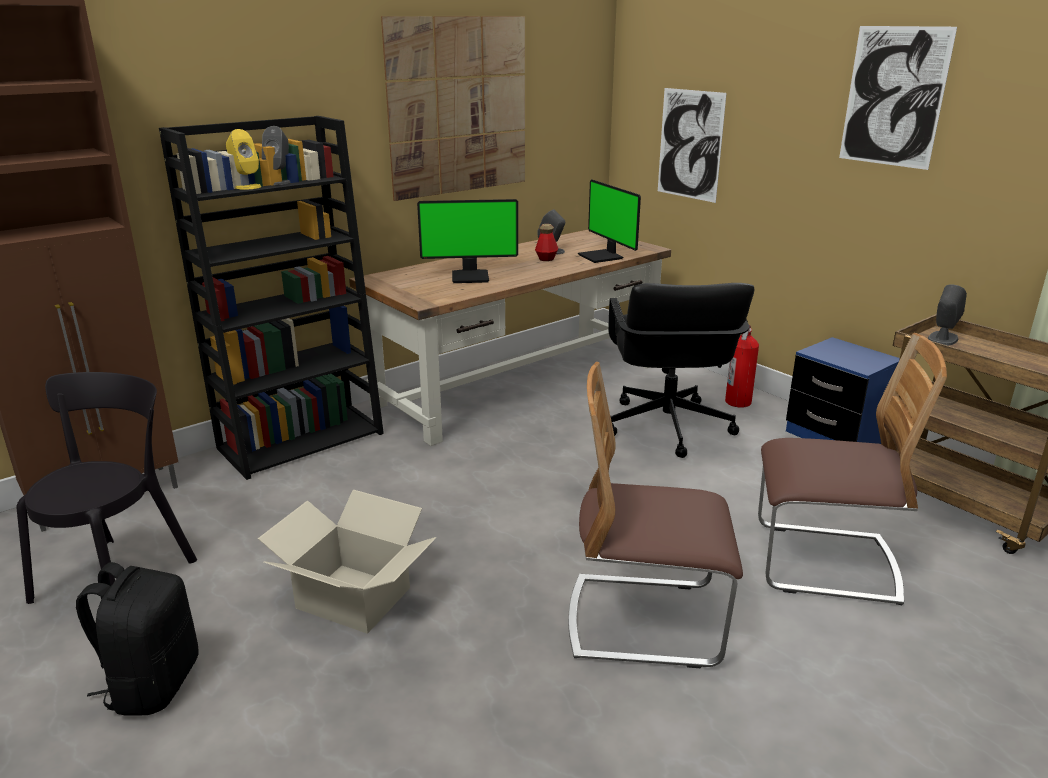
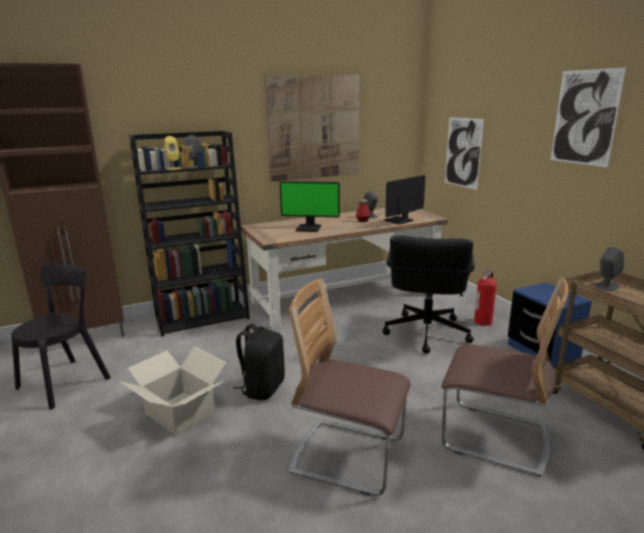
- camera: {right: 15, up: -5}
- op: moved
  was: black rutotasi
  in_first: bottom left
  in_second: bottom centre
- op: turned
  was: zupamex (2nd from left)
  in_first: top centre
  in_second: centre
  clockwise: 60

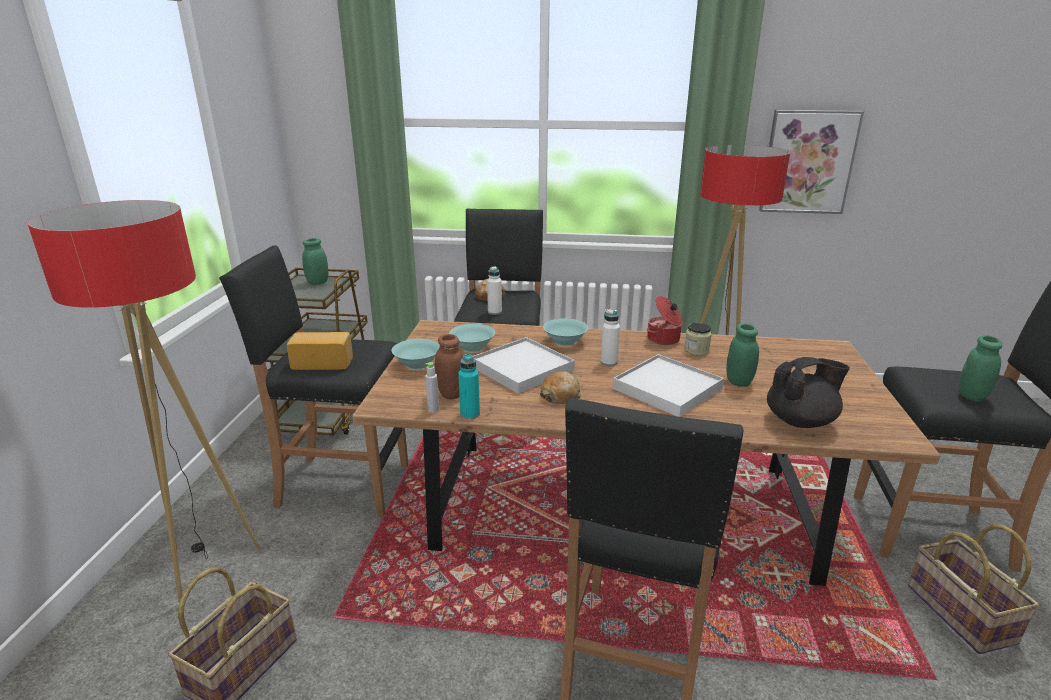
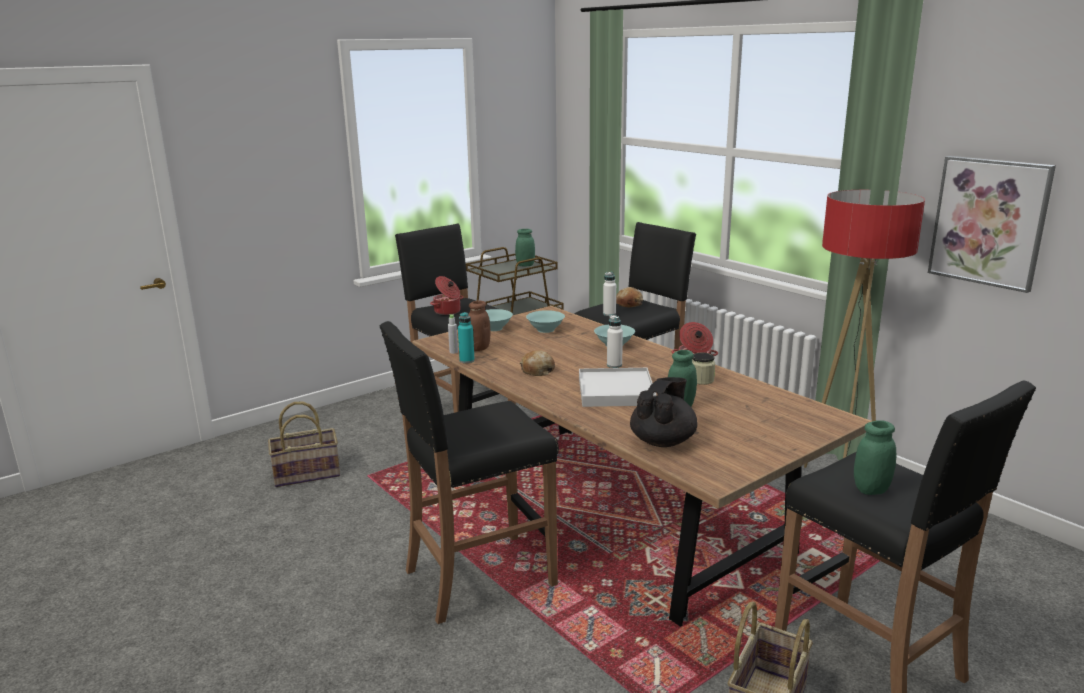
- camera: {right: 45, up: -5}
- op: removed
  was: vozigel (1st from left)
  in_first: middle left
- op: removed
  was: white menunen (1st from left)
  in_first: centre
- op: replaced
  was: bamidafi (1st from left)
  now: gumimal (1st from left)
  in_first: middle left
  in_second: centre
- op: turned
  was: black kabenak
  in_first: middle right
  in_second: centre
  clockwise: -90

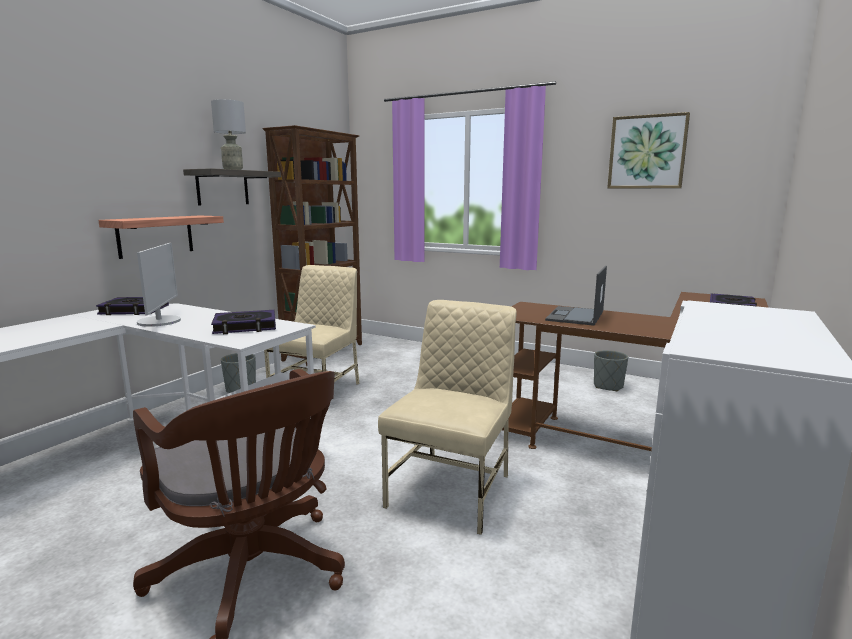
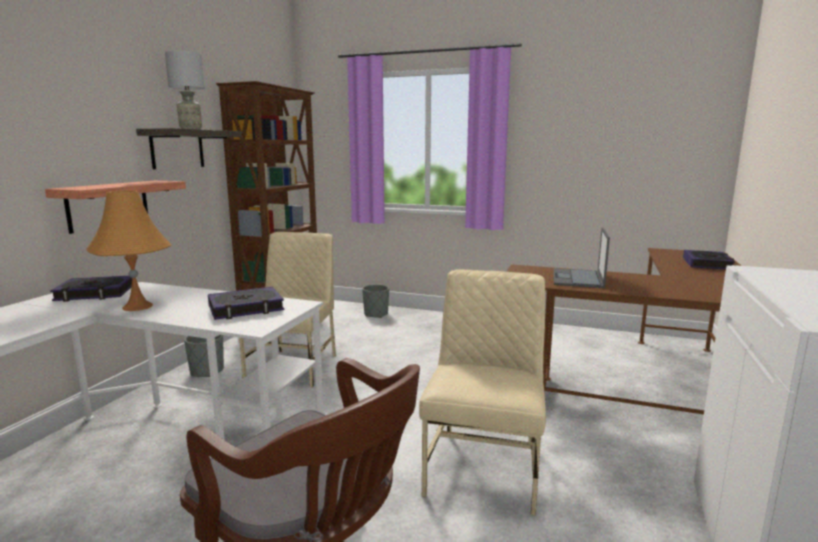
- camera: {right: -10, up: 0}
- op: removed
  was: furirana
  in_first: top right
- op: moved
  was: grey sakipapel (2nd from left)
  in_first: middle right
  in_second: centre
- op: replaced
  was: zupamex
  now: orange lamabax
  in_first: middle left
  in_second: middle left

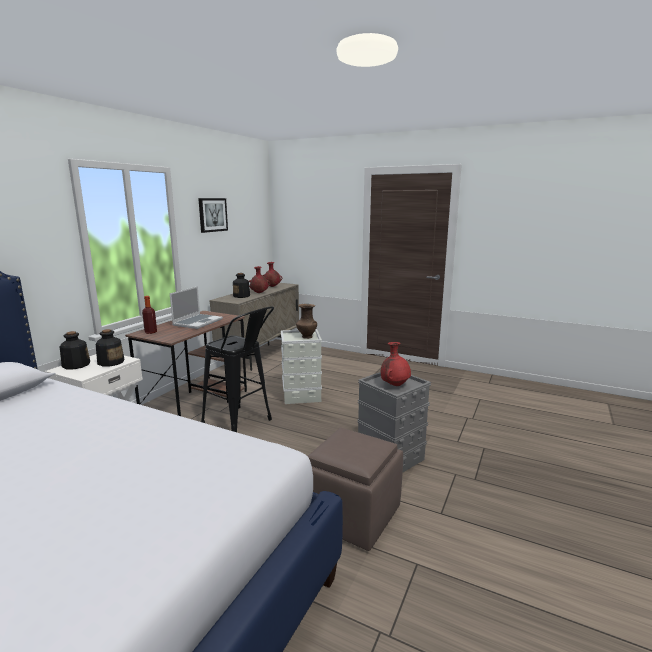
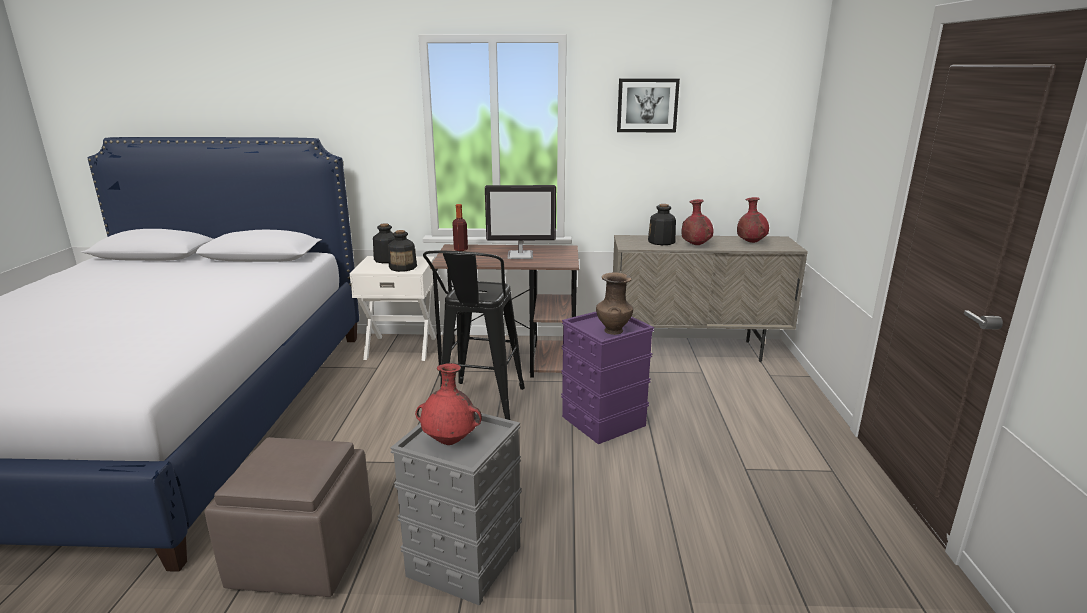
- camera: {right: 65, up: 5}
- op: replaced
  was: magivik
  now: zupamex
  in_first: middle left
  in_second: centre
- op: recoloured
  was: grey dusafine (1st from left)
  now: purple dusafine
  in_first: centre
  in_second: centre

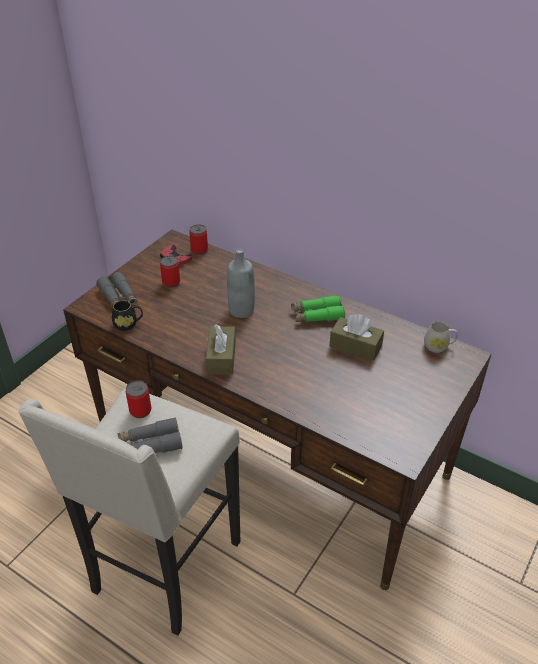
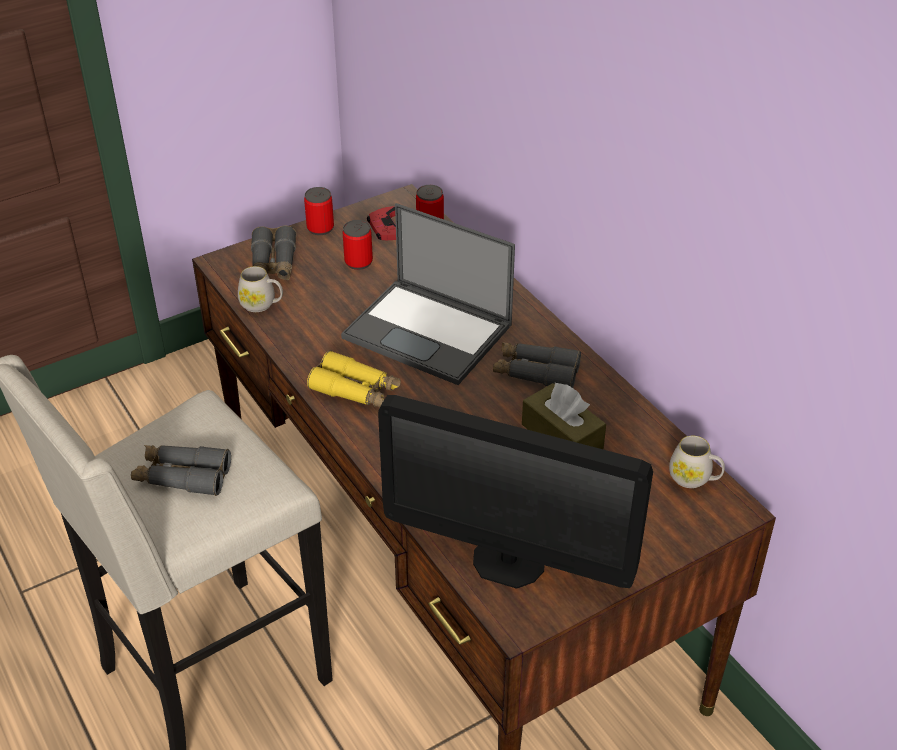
- camera: {right: 25, up: 0}
- op: added
  now: zupamex
  in_second: centre
- op: moved
  was: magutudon (1st from left)
  in_first: middle left
  in_second: top centre
- op: replaced
  was: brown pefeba (1st from left)
  now: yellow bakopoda
  in_first: centre
  in_second: centre
- op: replaced
  was: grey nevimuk
  now: magivik
  in_first: centre
  in_second: centre
- op: recoloured
  was: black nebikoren
  now: white nebikoren (1st from left)
  in_first: middle left
  in_second: middle left
- op: recoloured
  was: green bakopoda
  now: grey bakopoda (3rd from left)
  in_first: centre
  in_second: centre

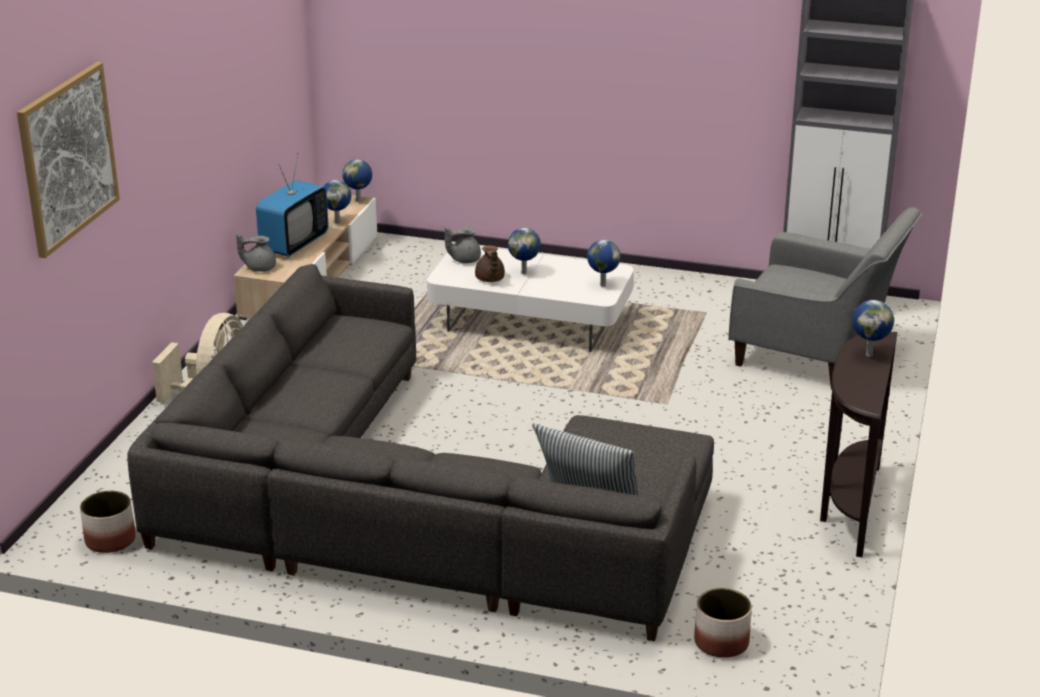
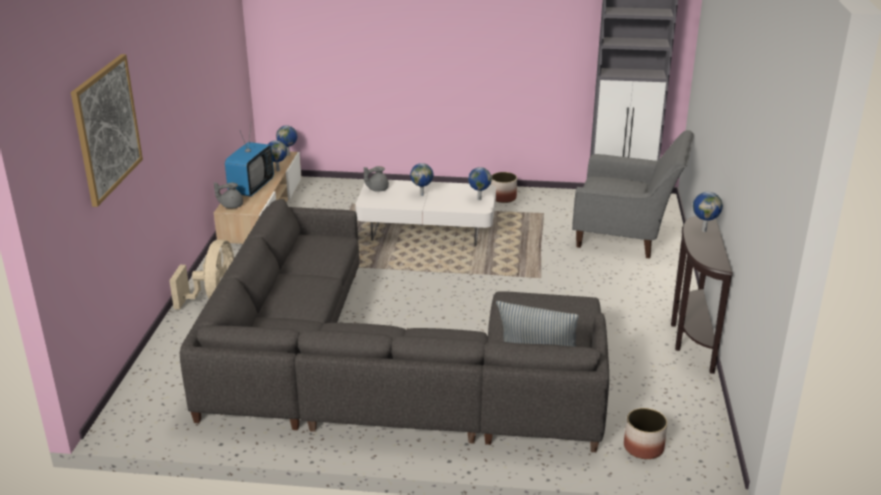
- camera: {right: -10, up: 0}
- op: removed
  was: brown kabenak
  in_first: centre
- op: moved
  was: sakipapel (1st from left)
  in_first: bottom left
  in_second: centre

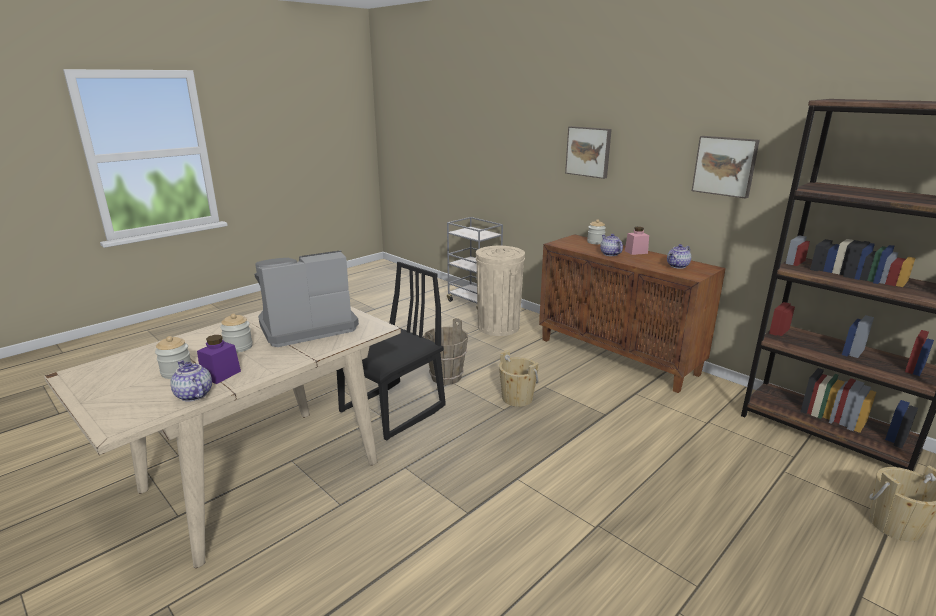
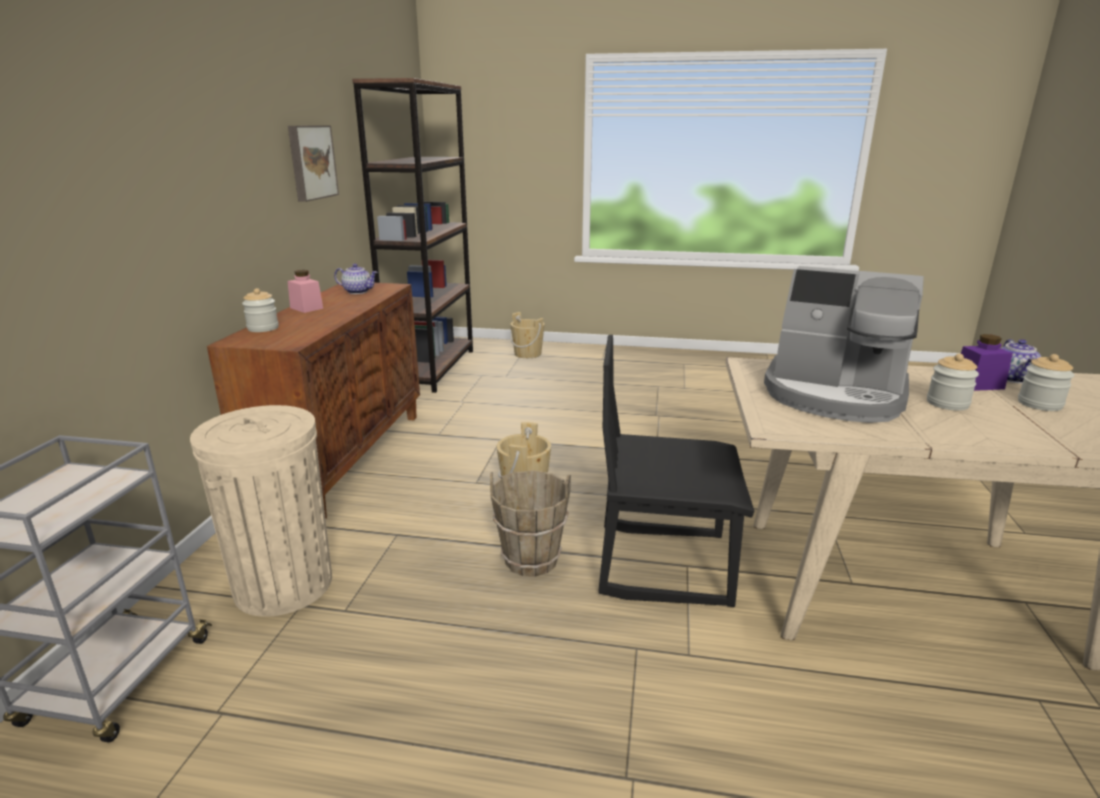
- camera: {right: -125, up: 0}
- op: removed
  was: furirana (1st from left)
  in_first: top centre
- op: removed
  was: kabenak (2nd from left)
  in_first: centre

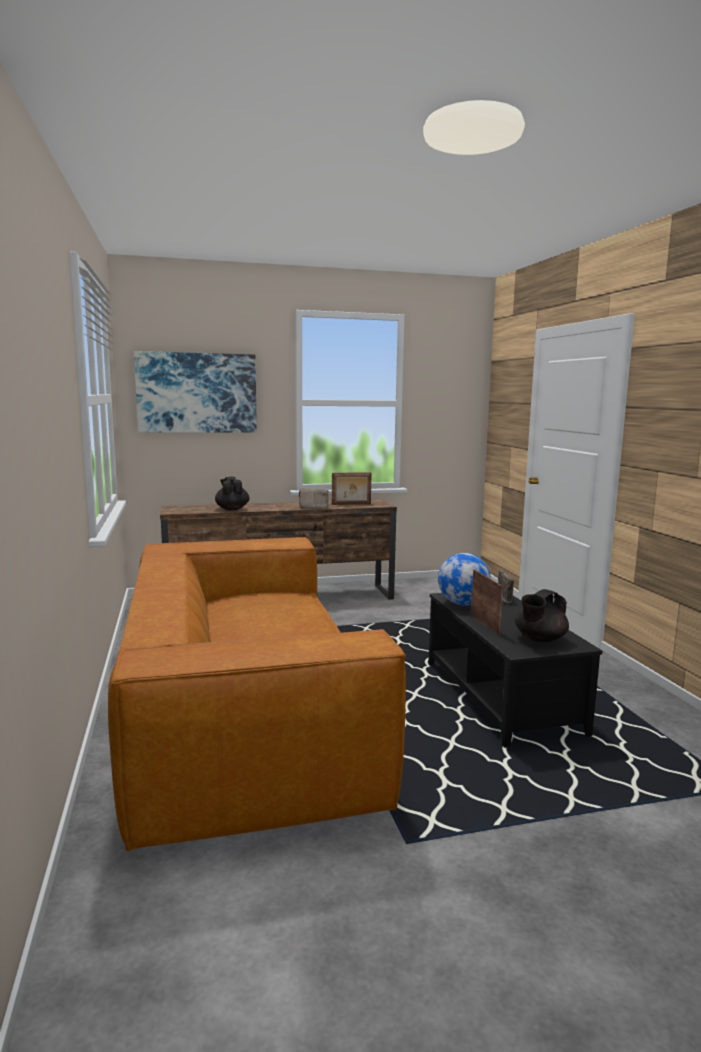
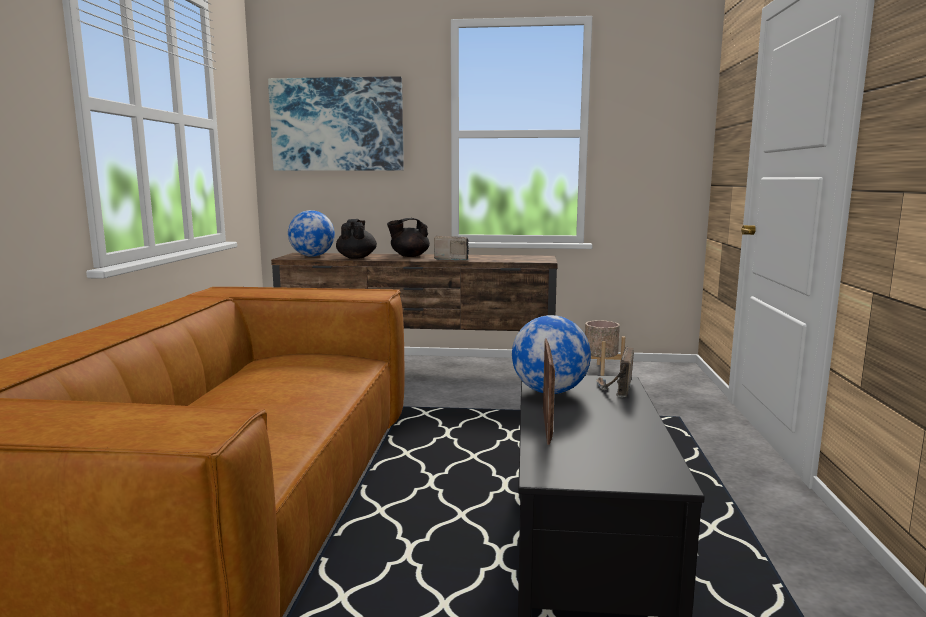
- camera: {right: 20, up: 0}
- op: removed
  was: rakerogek (1st from left)
  in_first: centre
- op: added
  now: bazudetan (1st from left)
  in_second: centre
- op: added
  now: beige sakipapel
  in_second: centre
- op: moved
  was: black kabenak (2nd from left)
  in_first: middle right
  in_second: centre

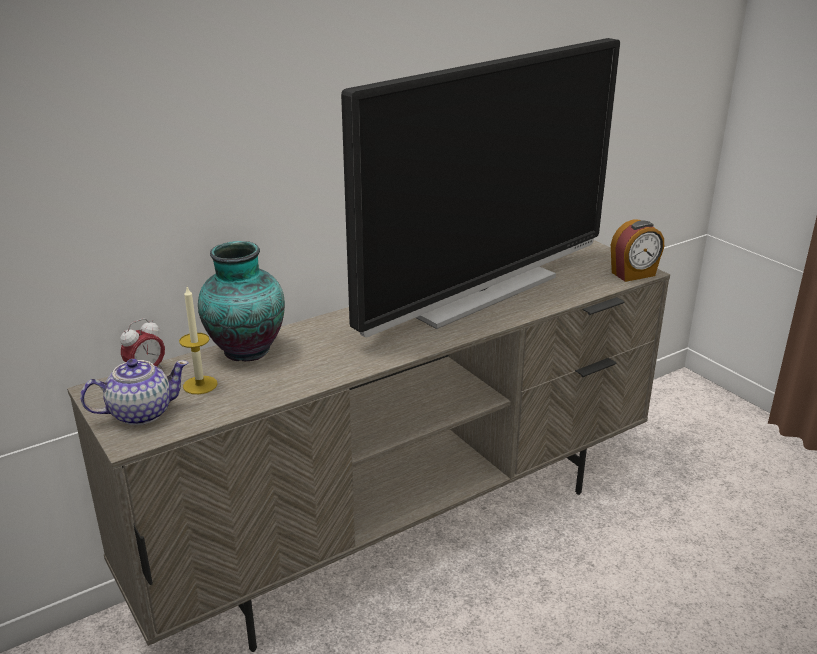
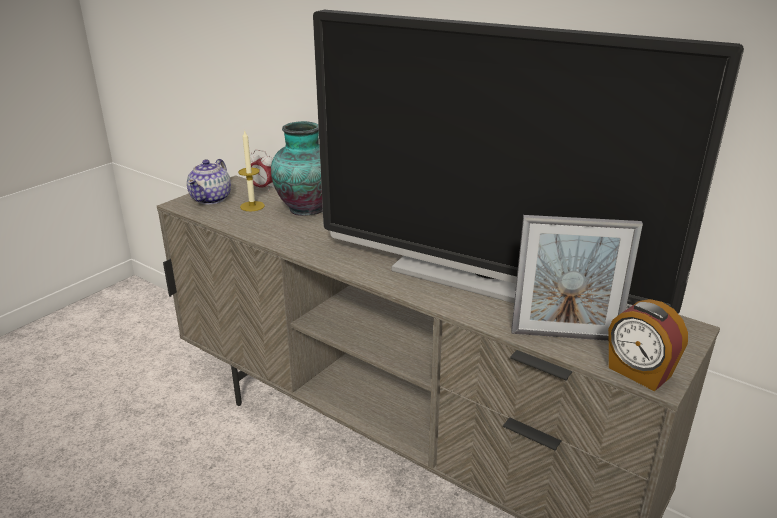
- camera: {right: 70, up: 0}
- op: added
  now: rakerogek
  in_second: middle right
- op: turned
  was: kabenak
  in_first: middle left
  in_second: middle left
  clockwise: 60

